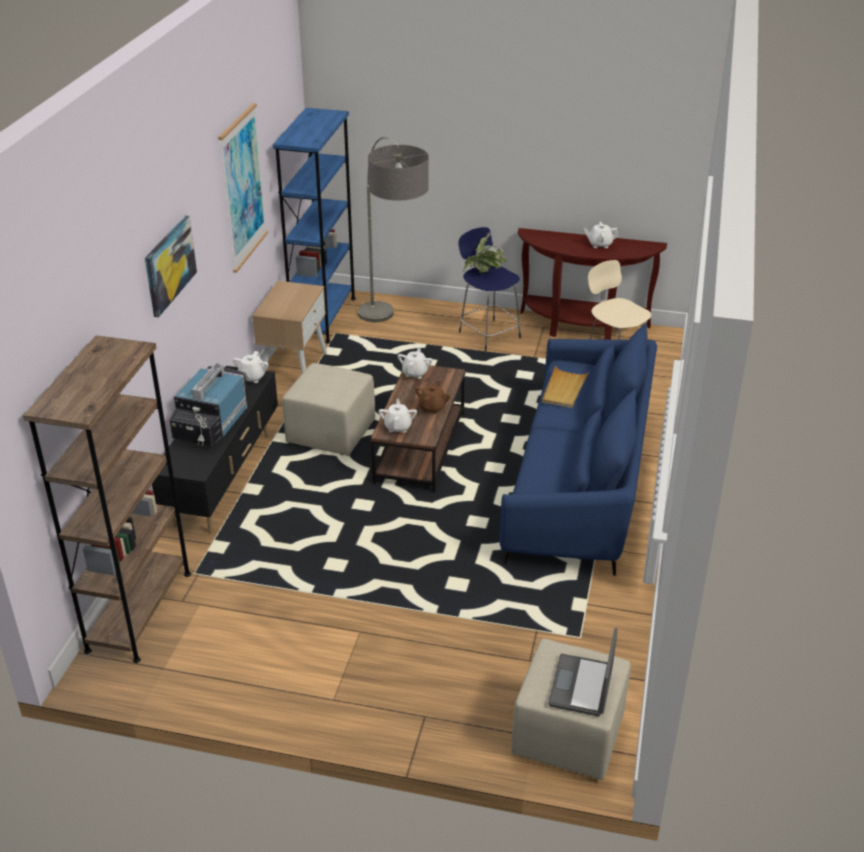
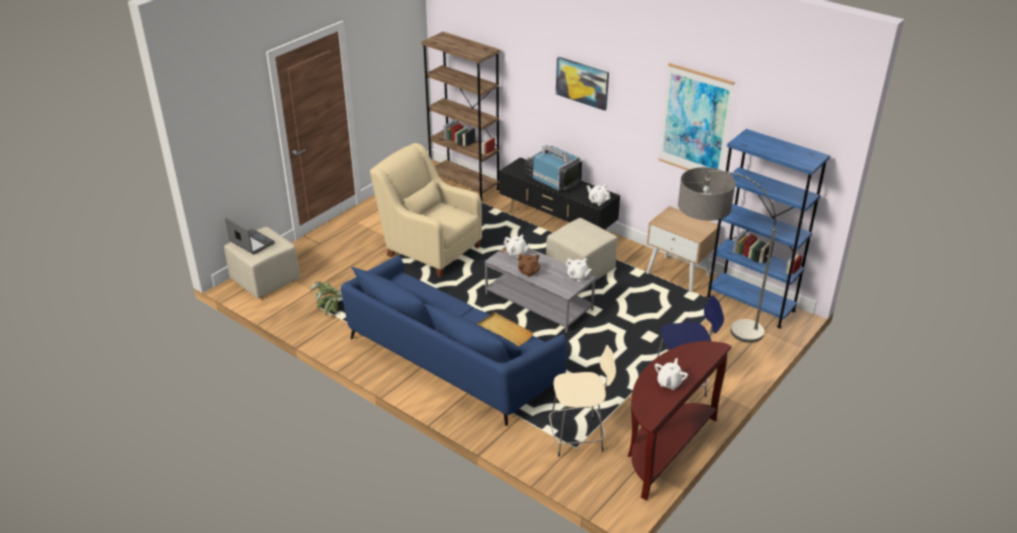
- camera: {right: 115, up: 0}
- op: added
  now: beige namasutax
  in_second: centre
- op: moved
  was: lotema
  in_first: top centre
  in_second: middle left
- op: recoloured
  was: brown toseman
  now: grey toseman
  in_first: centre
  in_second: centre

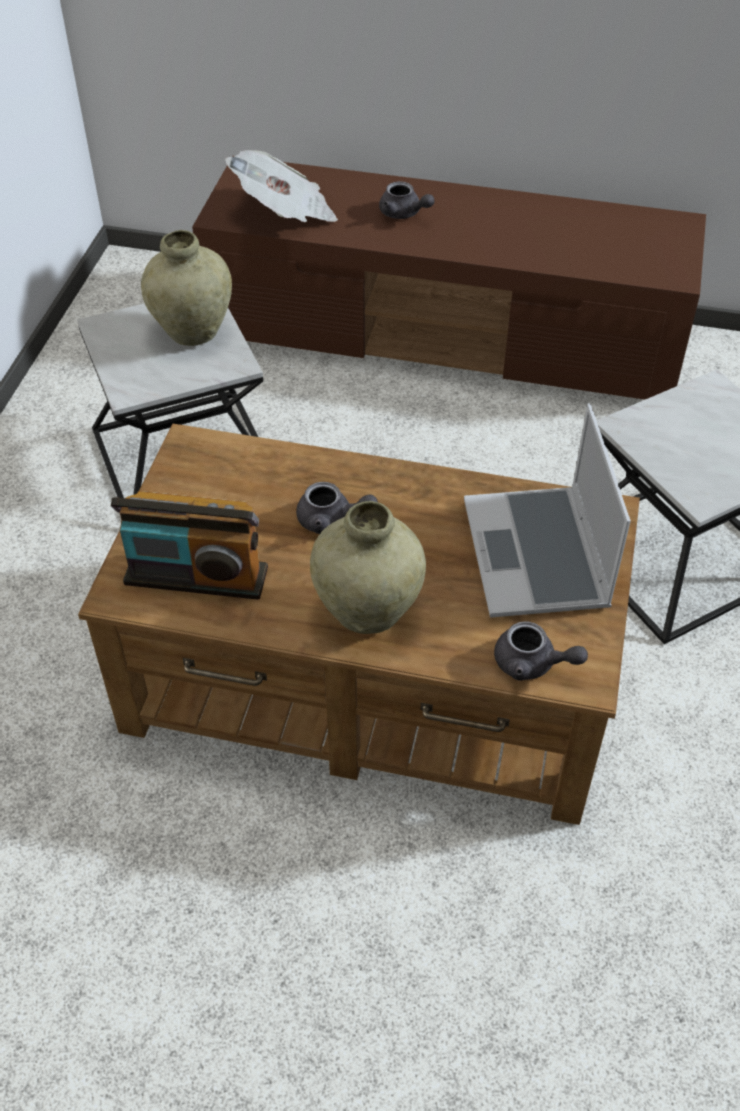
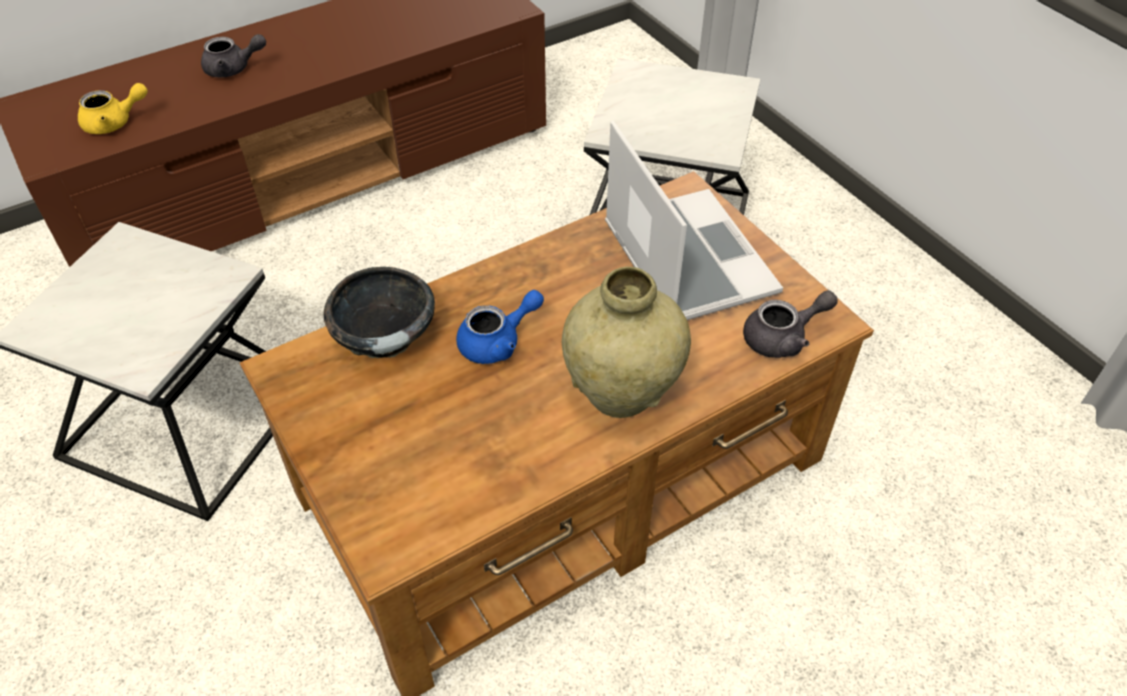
- camera: {right: -45, up: 0}
- op: removed
  was: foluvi
  in_first: middle left
- op: removed
  was: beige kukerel (1st from left)
  in_first: top left
- op: added
  now: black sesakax
  in_second: centre
- op: replaced
  was: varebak
  now: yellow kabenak
  in_first: top centre
  in_second: top left
- op: recoloured
  was: grey kabenak (1st from left)
  now: blue kabenak
  in_first: centre
  in_second: centre
- op: turned
  was: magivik
  in_first: middle right
  in_second: top centre
  clockwise: -150

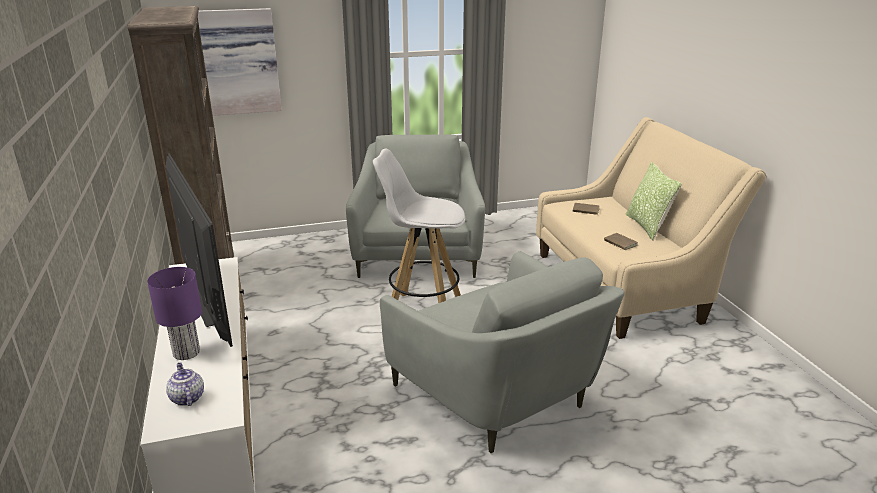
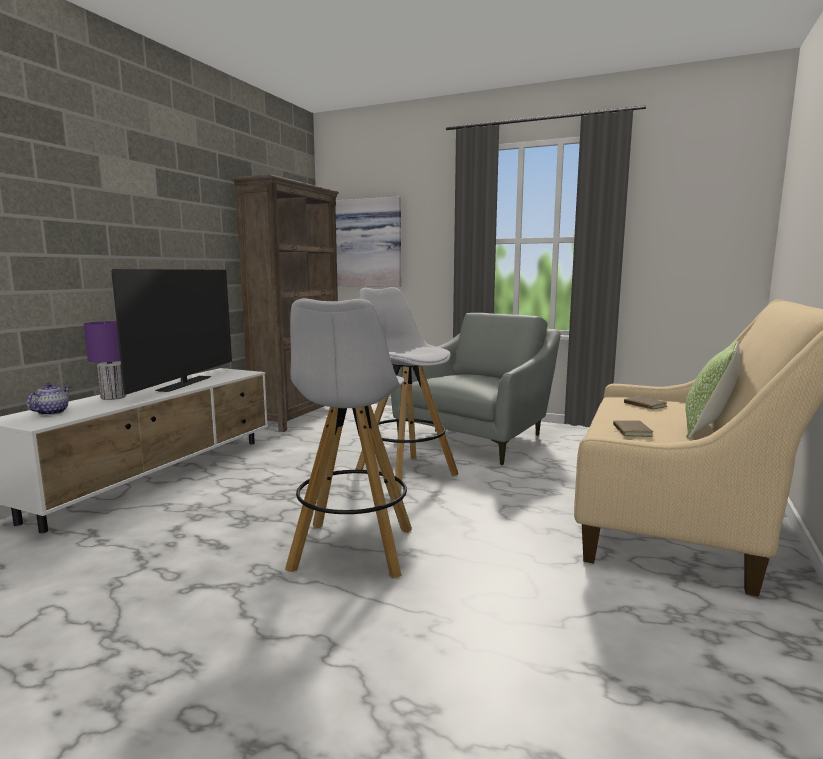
- camera: {right: 40, up: -15}
- op: replaced
  was: grey namasutax (2nd from left)
  now: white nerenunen (1st from left)
  in_first: bottom centre
  in_second: centre

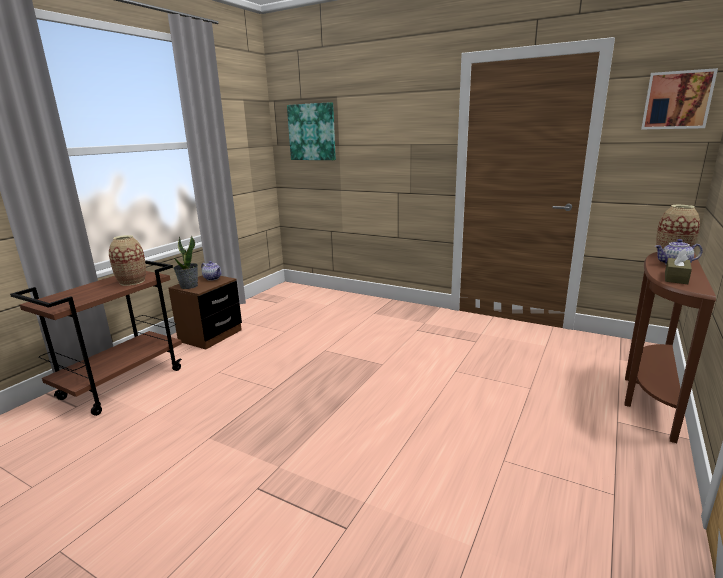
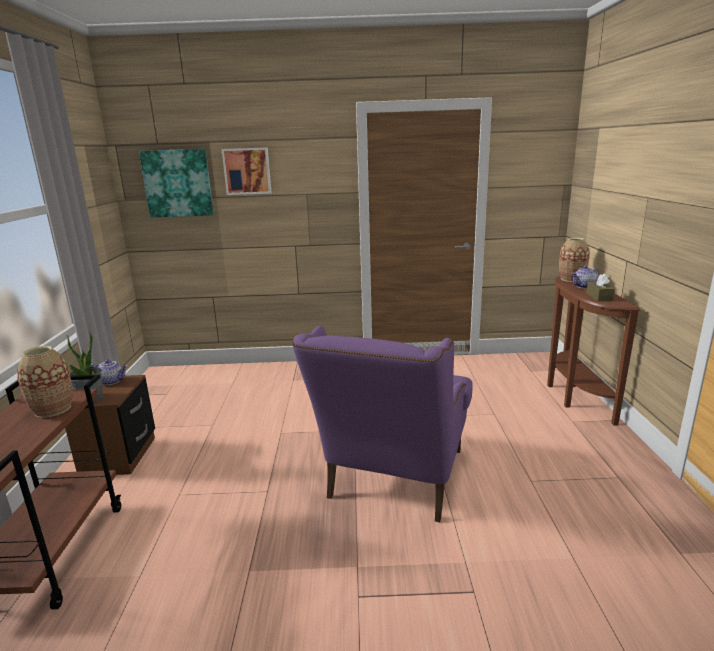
- camera: {right: -30, up: 0}
- op: added
  now: purple namasutax
  in_second: centre
- op: moved
  was: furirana (2nd from left)
  in_first: top right
  in_second: top centre

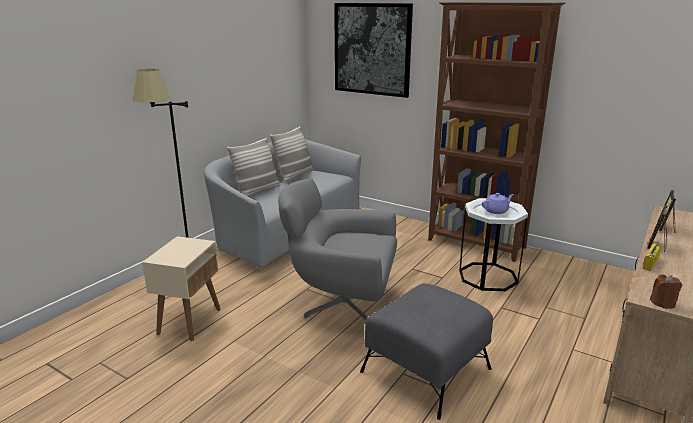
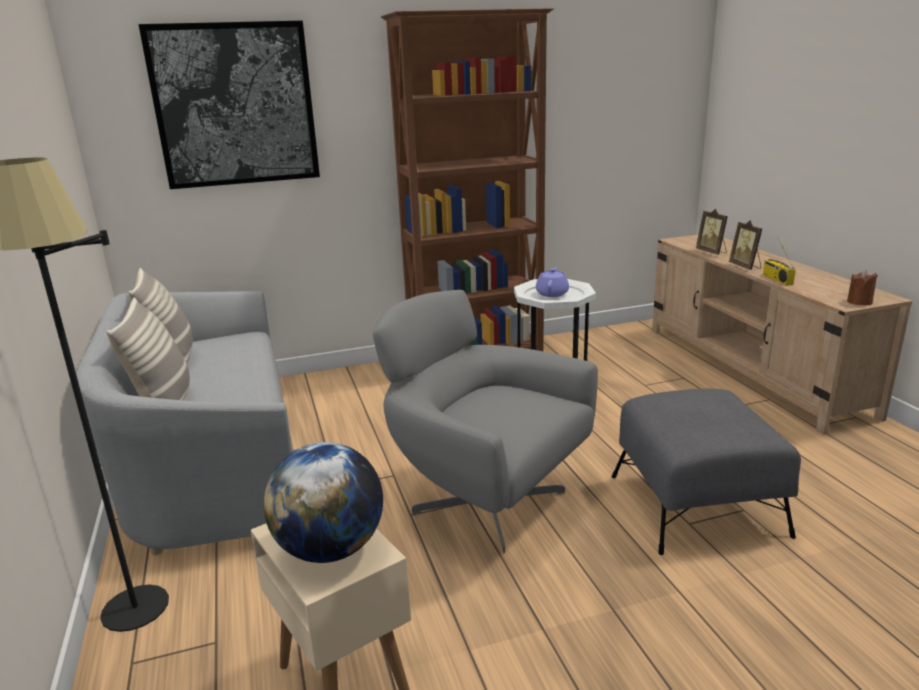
- camera: {right: -50, up: 0}
- op: added
  now: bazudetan
  in_second: bottom centre
- op: turned
  was: grey namasutax
  in_first: centre
  in_second: centre
  clockwise: 75

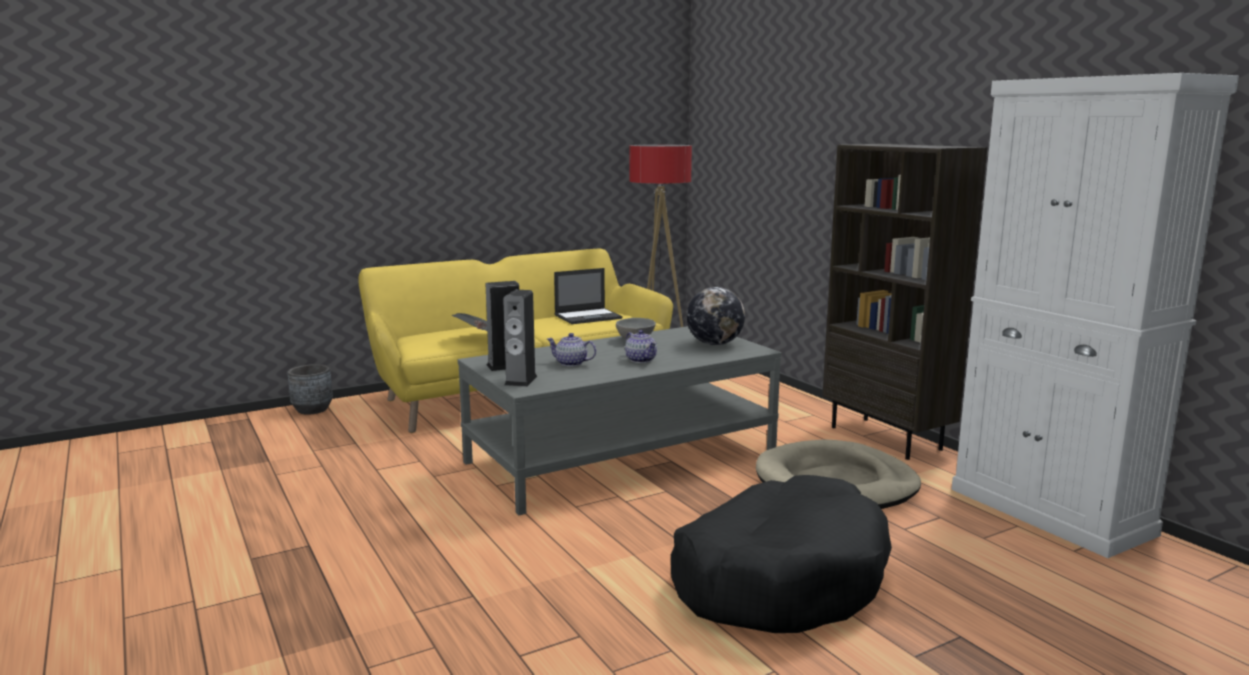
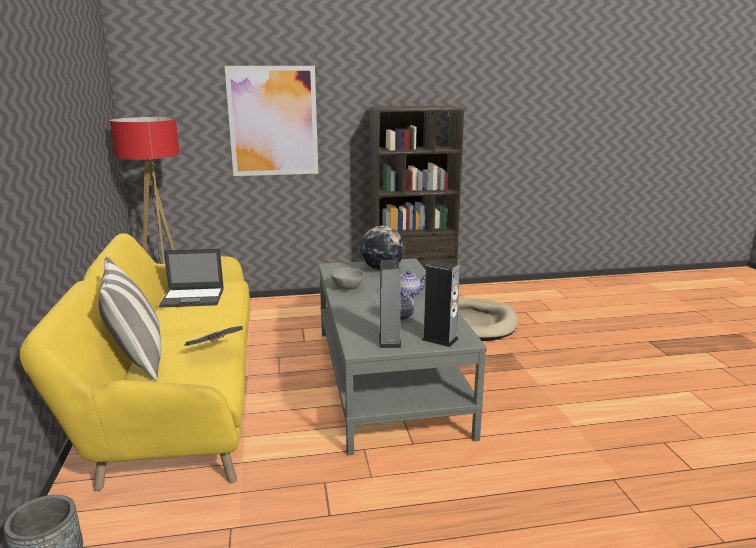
- camera: {right: -70, up: 5}
- op: removed
  was: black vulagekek
  in_first: bottom centre
- op: removed
  was: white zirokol
  in_first: middle right
- op: added
  now: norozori
  in_second: middle left
- op: added
  now: furirana
  in_second: top centre
- op: turned
  was: magivik
  in_first: centre
  in_second: middle left
  clockwise: 90

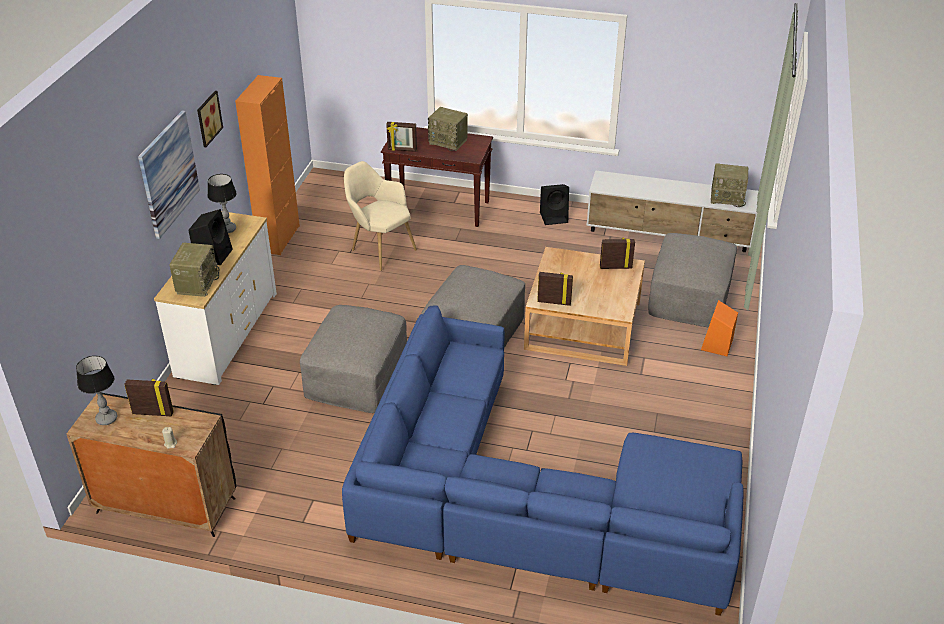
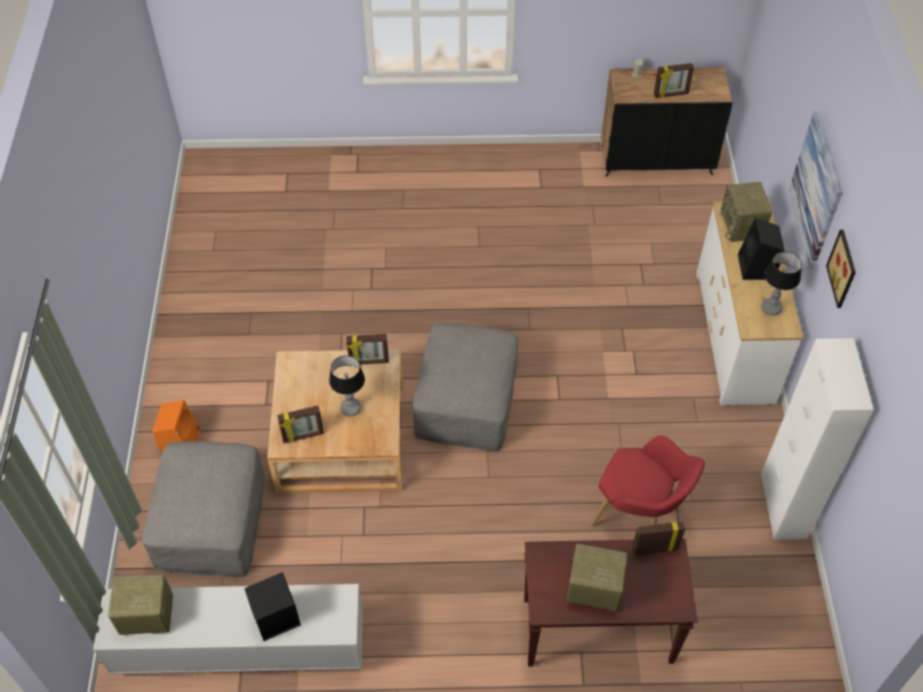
- camera: {right: 165, up: 15}
- op: removed
  was: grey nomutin (1st from left)
  in_first: centre
- op: removed
  was: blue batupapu
  in_first: bottom centre
- op: moved
  was: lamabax (1st from left)
  in_first: middle left
  in_second: centre
- op: moved
  was: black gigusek (2nd from left in the first image)
  now: black gigusek (1st from left)
  in_first: top centre
  in_second: bottom left
- op: recoloured
  was: orange zirokol
  now: white zirokol
  in_first: top left
  in_second: middle right
- op: recoloured
  was: beige namasutax
  now: red namasutax
  in_first: centre
  in_second: bottom right

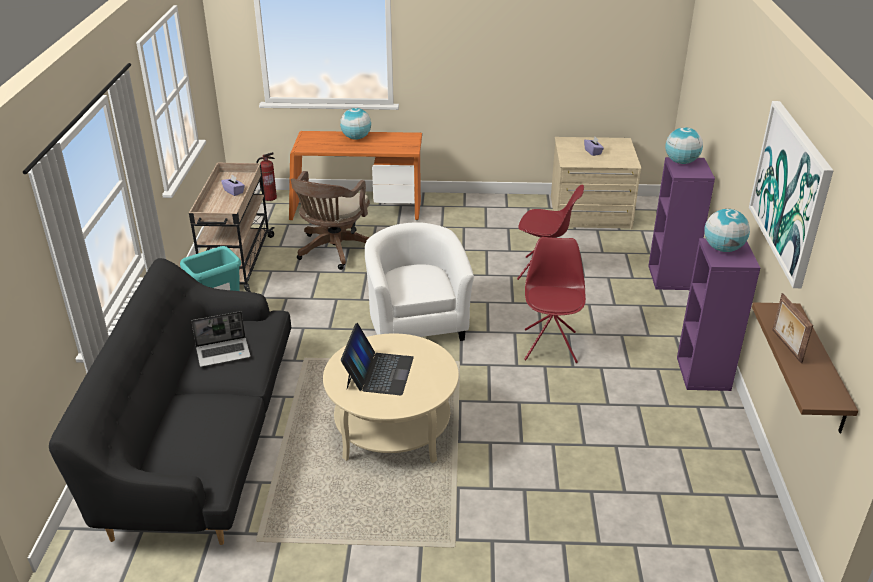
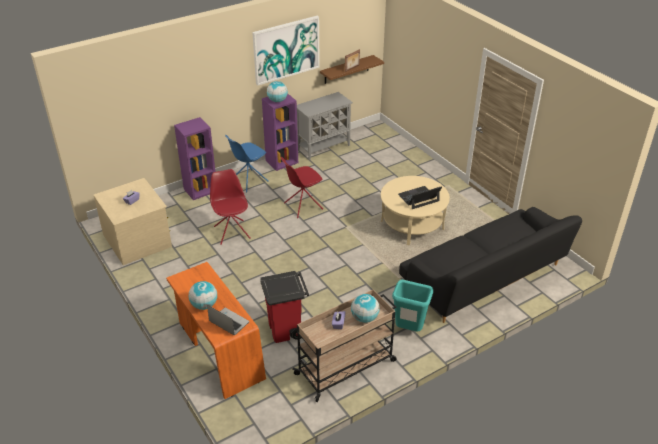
- camera: {right: -125, up: 5}
- op: removed
  was: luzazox
  in_first: top left
- op: removed
  was: white namasutax
  in_first: centre
- op: added
  now: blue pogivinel
  in_second: centre
- op: added
  now: grey zirokol
  in_second: top centre
- op: moved
  was: magivik (1st from left)
  in_first: middle left
  in_second: bottom centre
- op: moved
  was: bazudetan (2nd from left in the first image)
  now: bazudetan (3rd from left)
  in_first: top right
  in_second: bottom centre
- op: replaced
  was: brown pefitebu
  now: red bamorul
  in_first: centre
  in_second: bottom centre

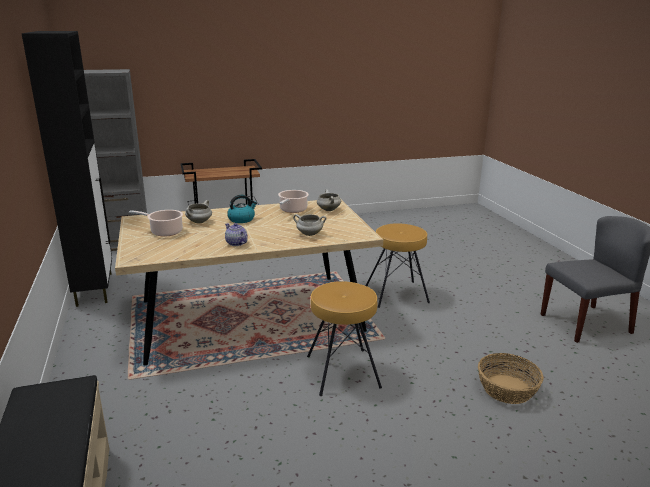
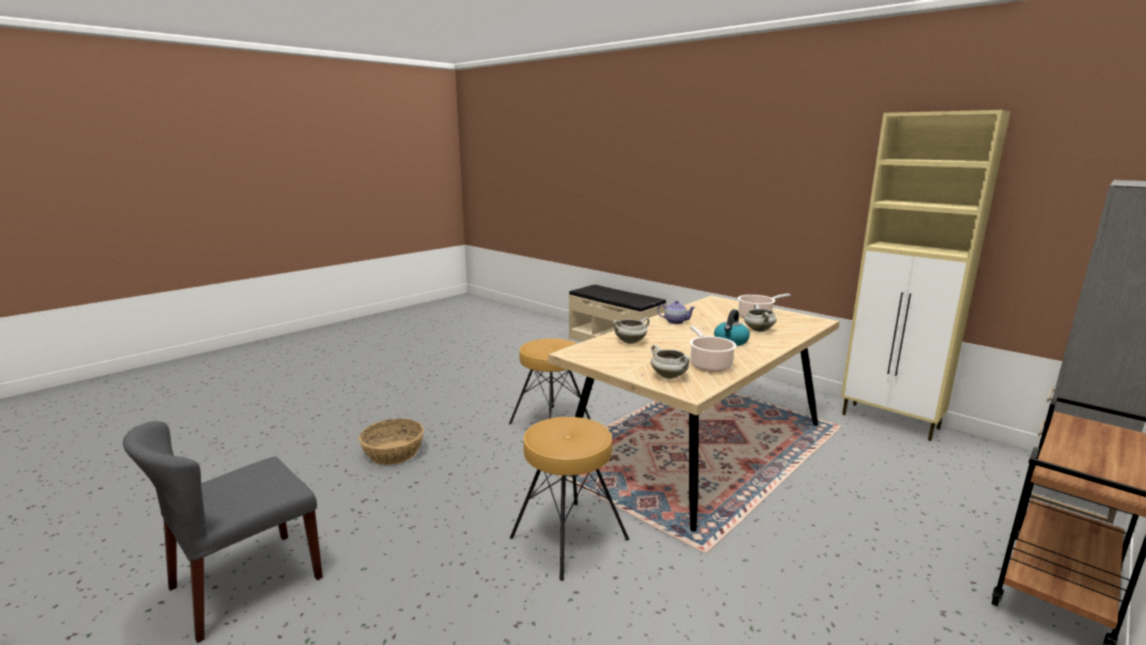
- camera: {right: 150, up: -5}
- op: recoloured
  was: black zirokol
  now: beige zirokol
  in_first: middle left
  in_second: middle right

